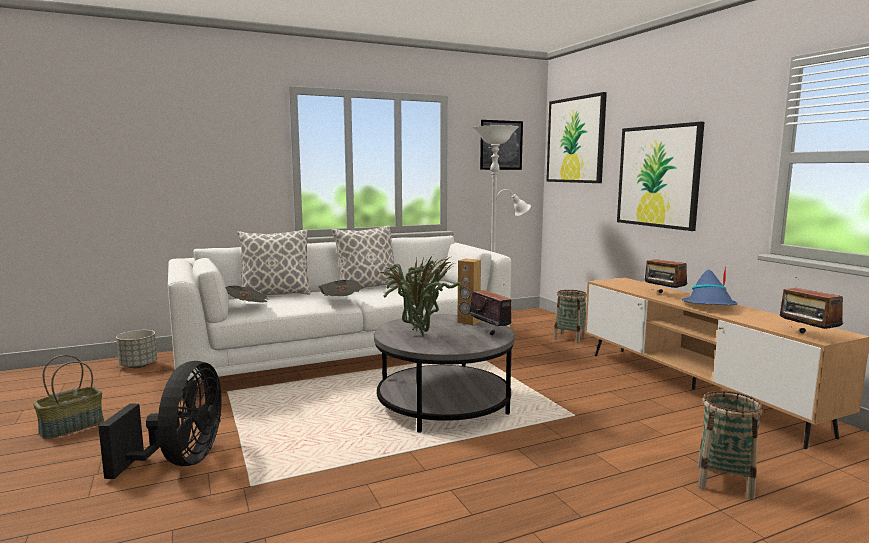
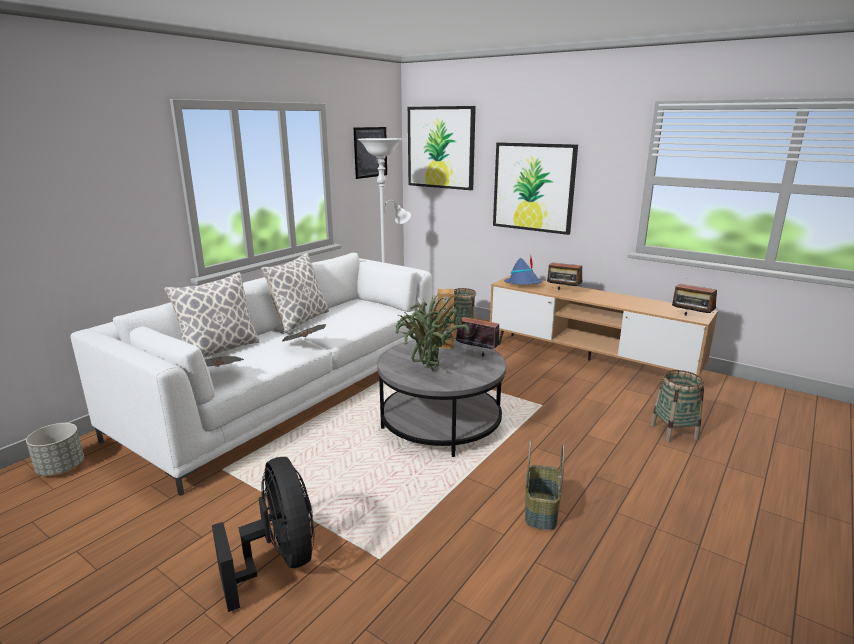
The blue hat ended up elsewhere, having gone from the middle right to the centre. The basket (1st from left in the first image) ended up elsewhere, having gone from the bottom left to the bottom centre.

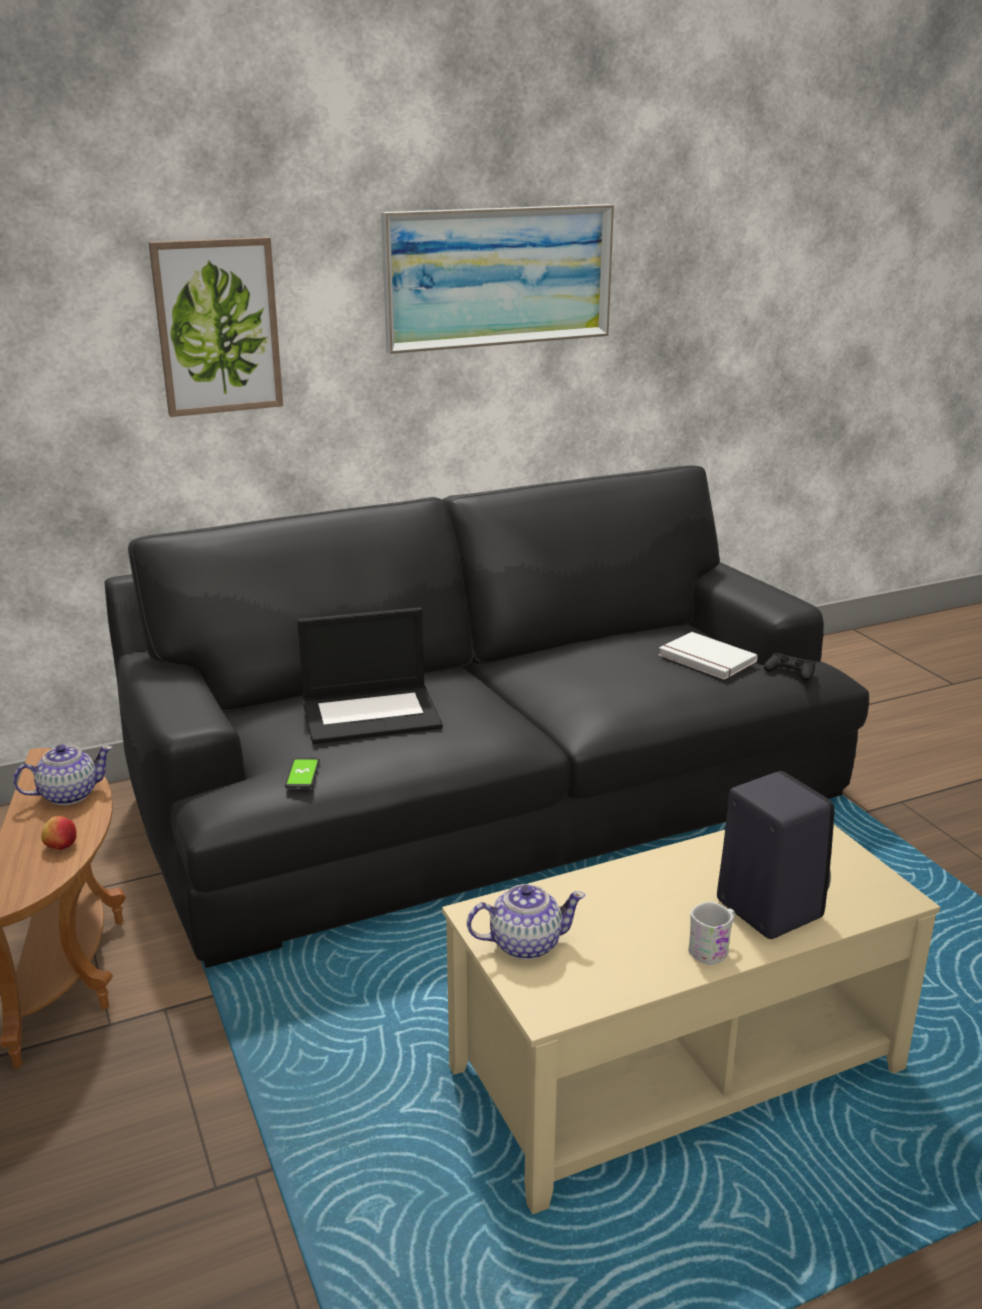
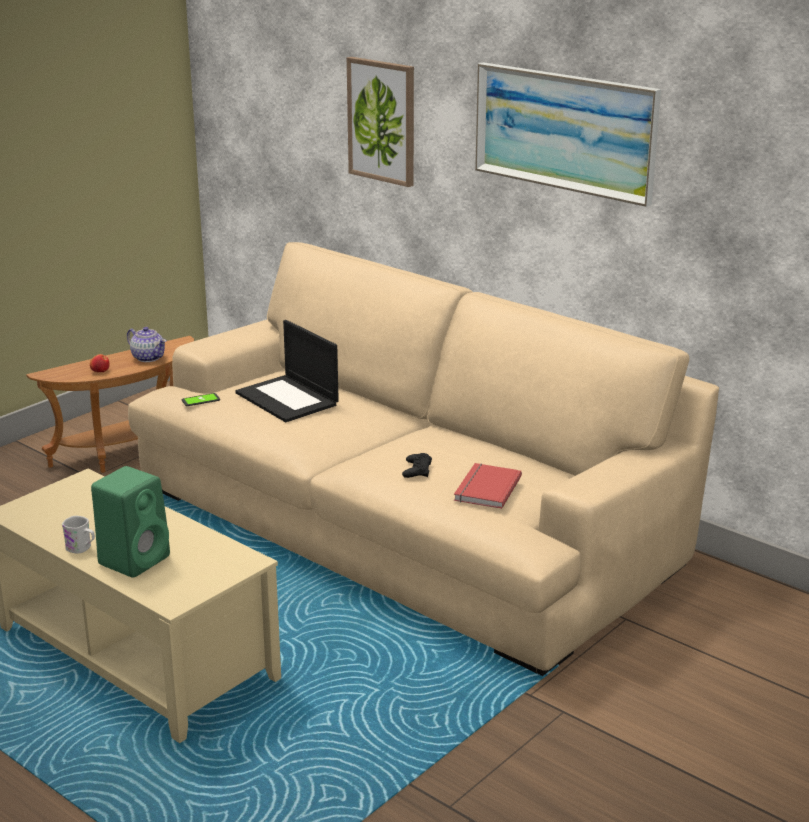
What was the black speaker at the middle right turned into the green speaker at the middle left. What was the black sofa at the centre turned into the beige sofa at the centre. The black game controller ended up elsewhere, having gone from the middle right to the centre. What was the white book at the middle right turned into the red book at the centre. The second view lost the teapot (2nd from left) at the bottom centre.

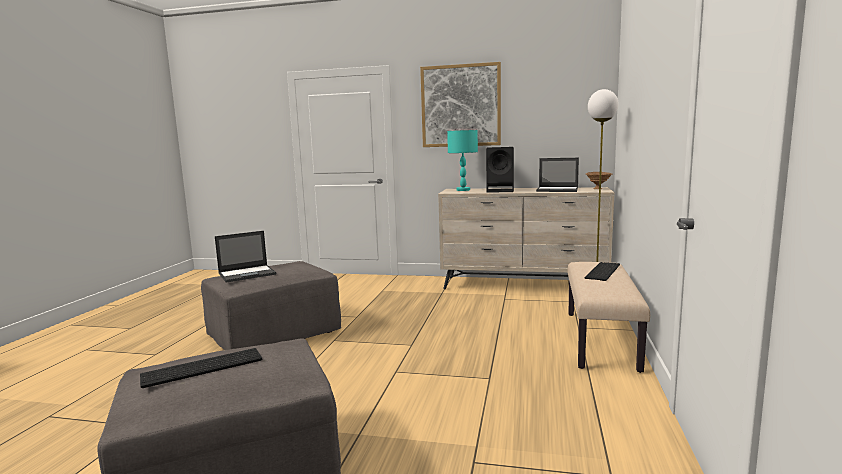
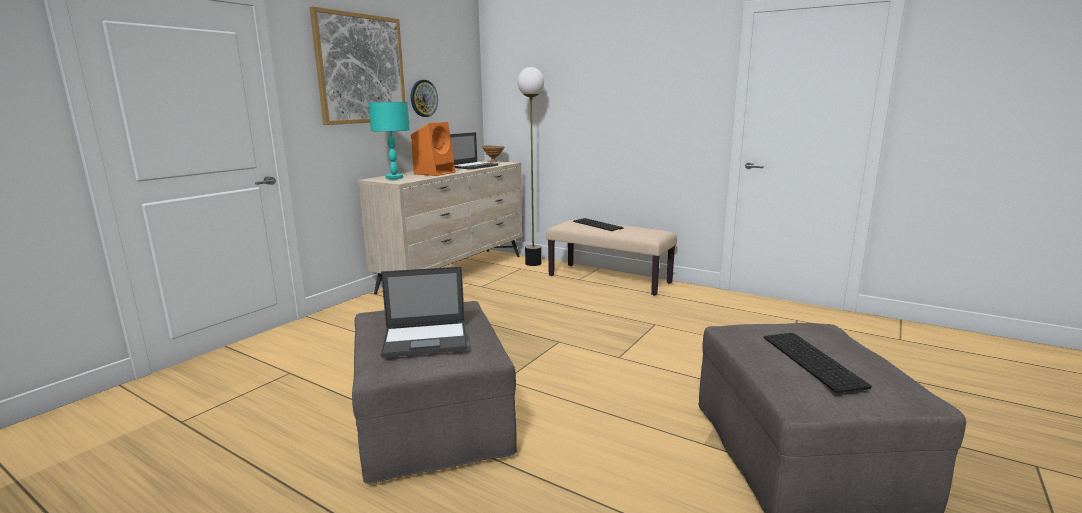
The laptop (1st from left) at the middle left ended up facing another way, 90 degrees clockwise from before. The second view gained the wall clock at the top centre. What was the black speaker at the centre turned into the orange speaker at the top centre.

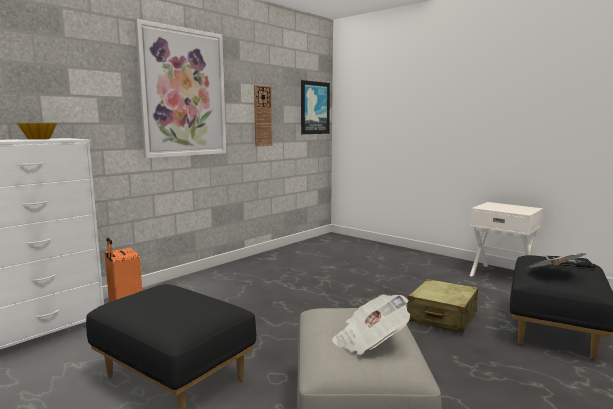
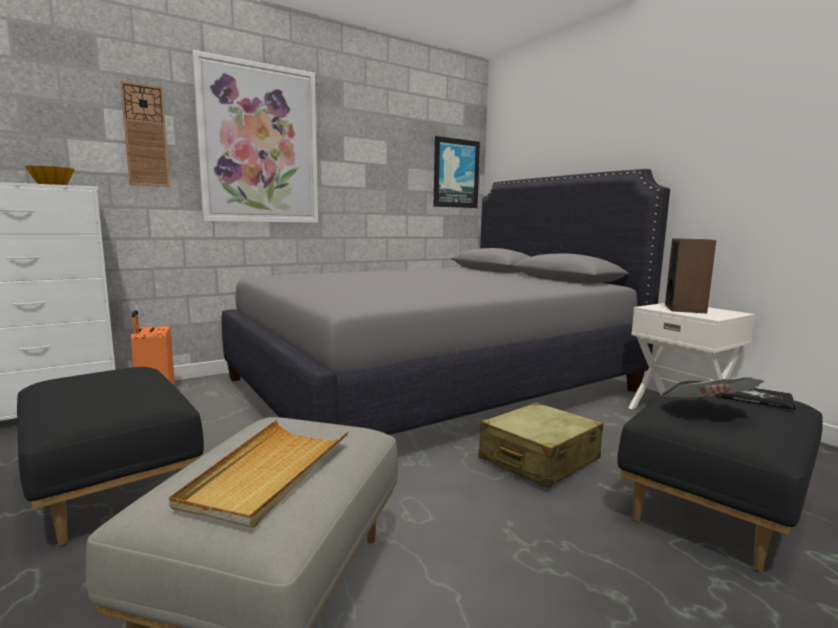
The wall clock ended up elsewhere, having gone from the top centre to the top left. Where the newspaper (1st from left) stood at the bottom centre, the beige tray came to stand at the bottom left. The second view gained the grey bed at the centre. The second view gained the speaker at the middle right.

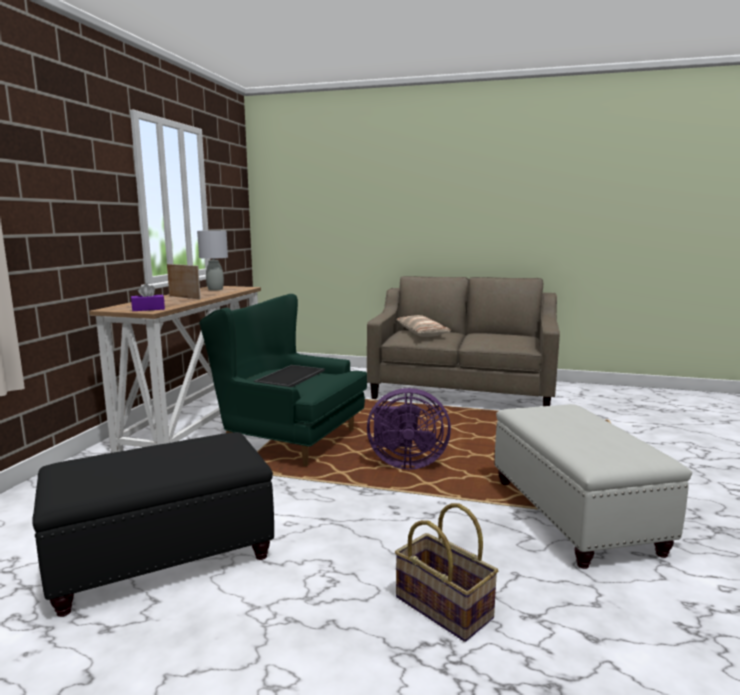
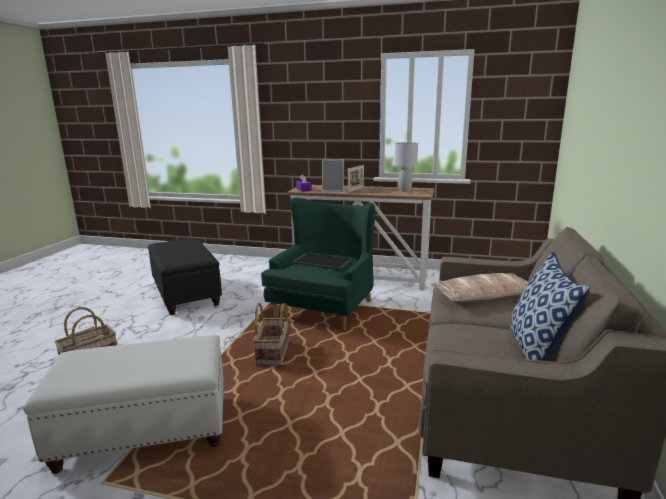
Where the purple fan stood at the centre, the basket (2nd from left) came to stand at the bottom centre. The second view gained the picture frame (1st from left) at the centre. The second view gained the pillow (2nd from left) at the middle right.

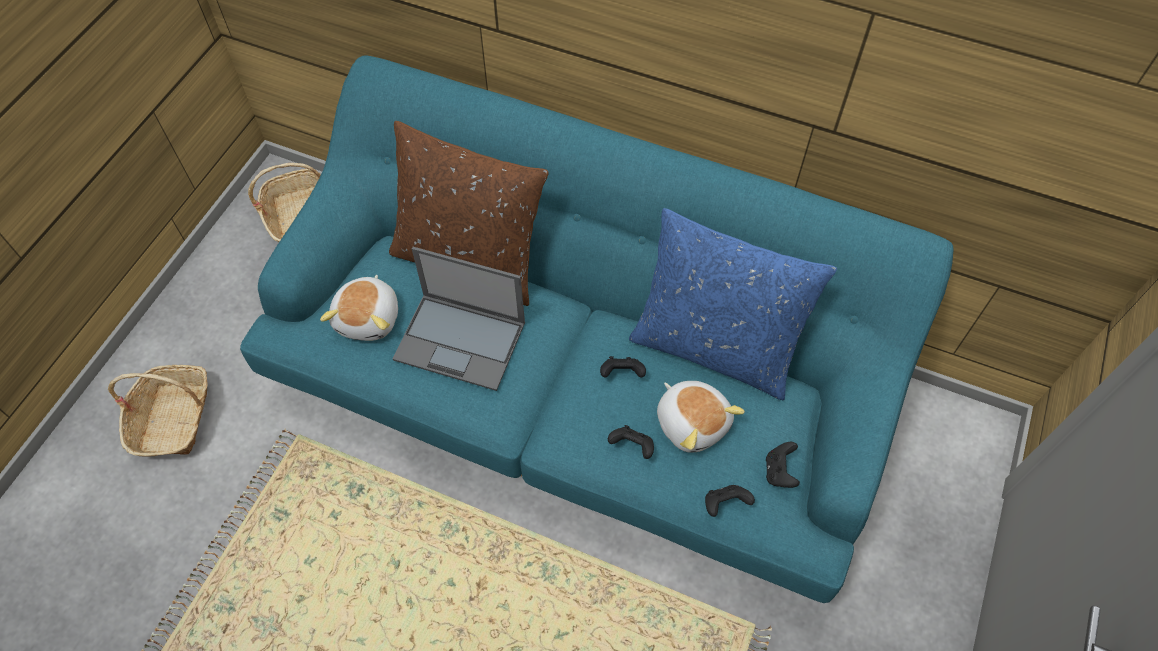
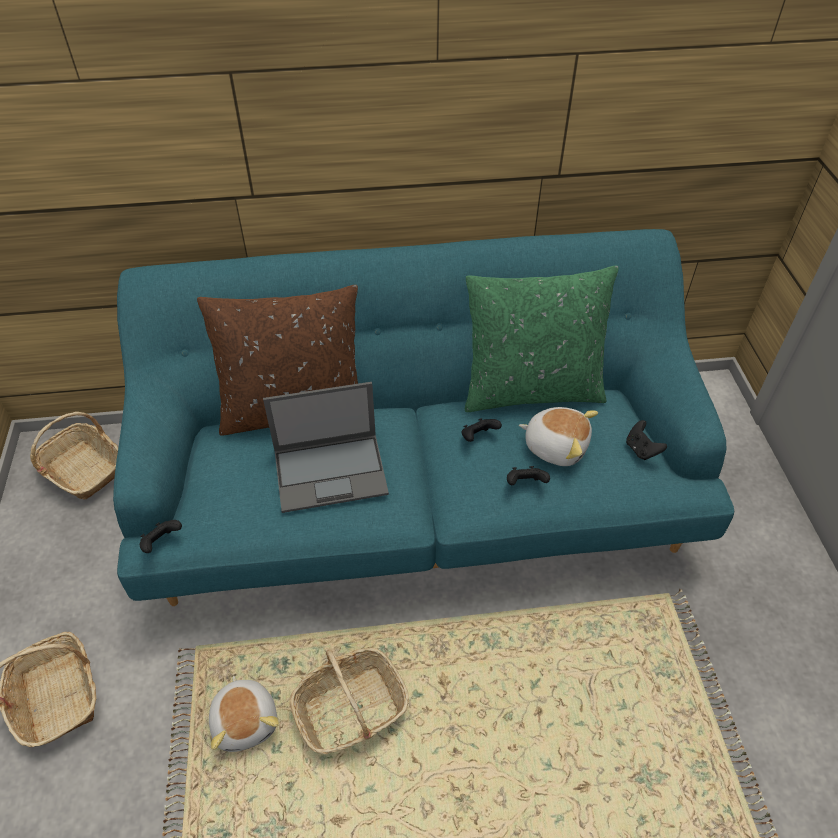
The black game controller (3rd from left in the first image) ended up elsewhere, having gone from the bottom centre to the middle left. The plush toy (1st from left) ended up elsewhere, having gone from the middle left to the bottom left. The second view gained the basket (3rd from left) at the bottom centre. What was the blue pillow at the centre turned into the green pillow at the centre.

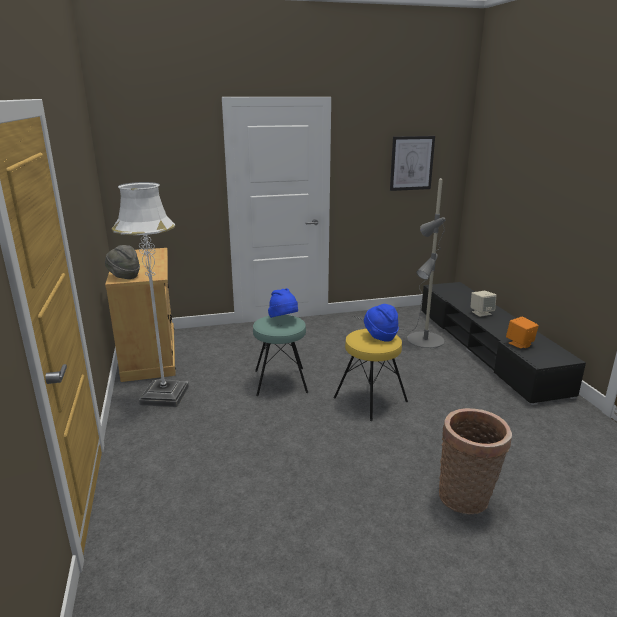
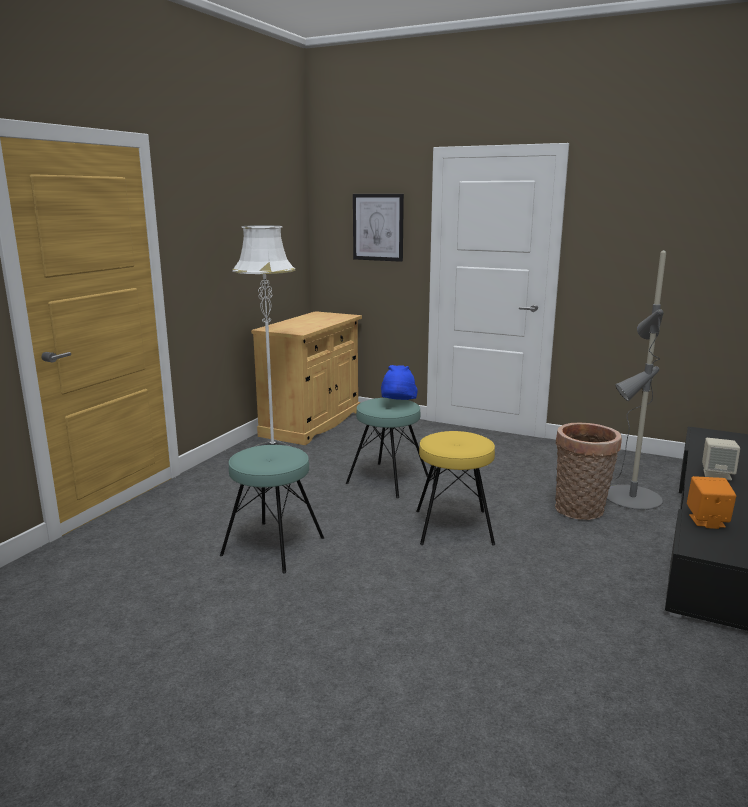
The second view gained the turquoise stool (1st from left) at the centre. The picture ended up elsewhere, having gone from the top right to the top centre. The basket ended up elsewhere, having gone from the bottom right to the middle right. The second view lost the grey hat at the middle left. The second view lost the blue hat (2nd from left) at the centre.

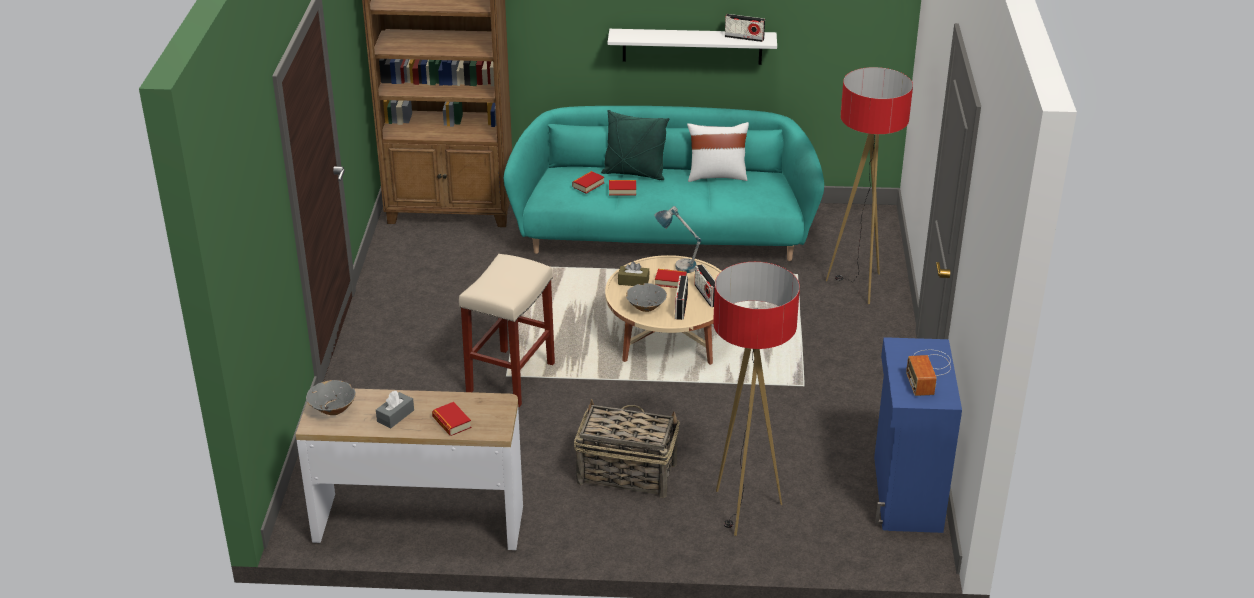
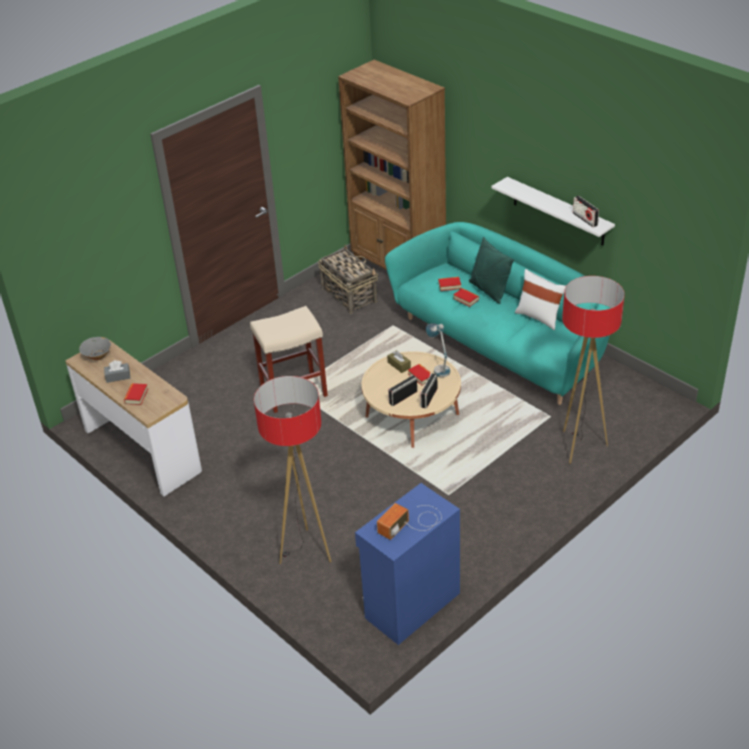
The basket ended up elsewhere, having gone from the bottom centre to the centre. The second view lost the grey bowl (2nd from left) at the centre.

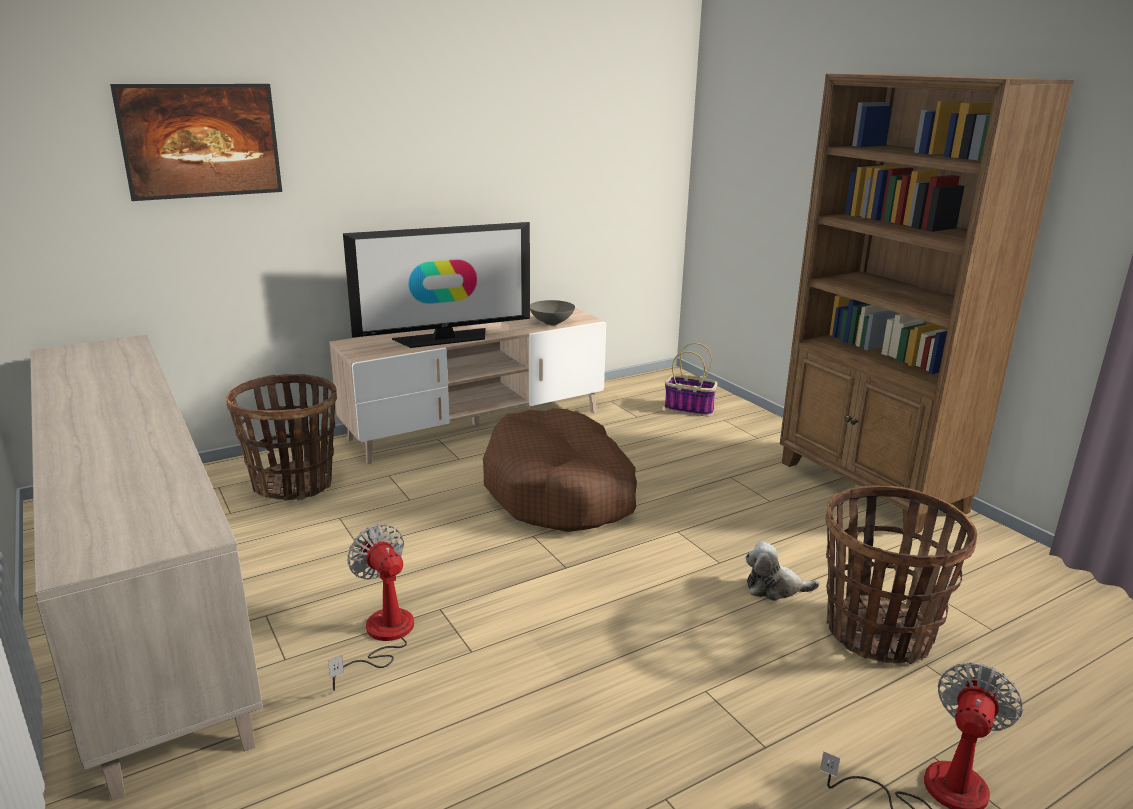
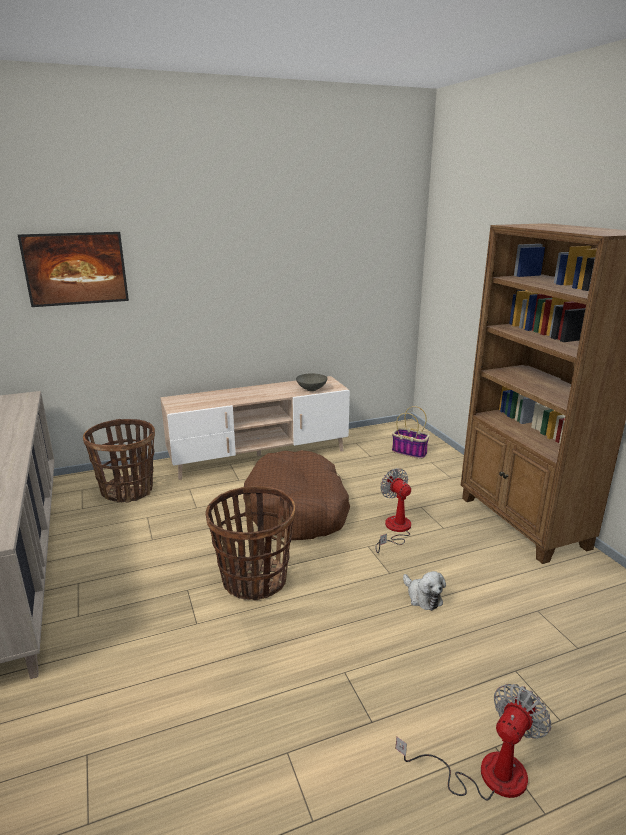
The basket (3rd from left in the first image) ended up elsewhere, having gone from the bottom right to the centre. The fan (1st from left) ended up elsewhere, having gone from the bottom left to the centre. The plush toy at the bottom right ended up facing another way, 135 degrees counterclockwise from before. The second view lost the television at the centre.

